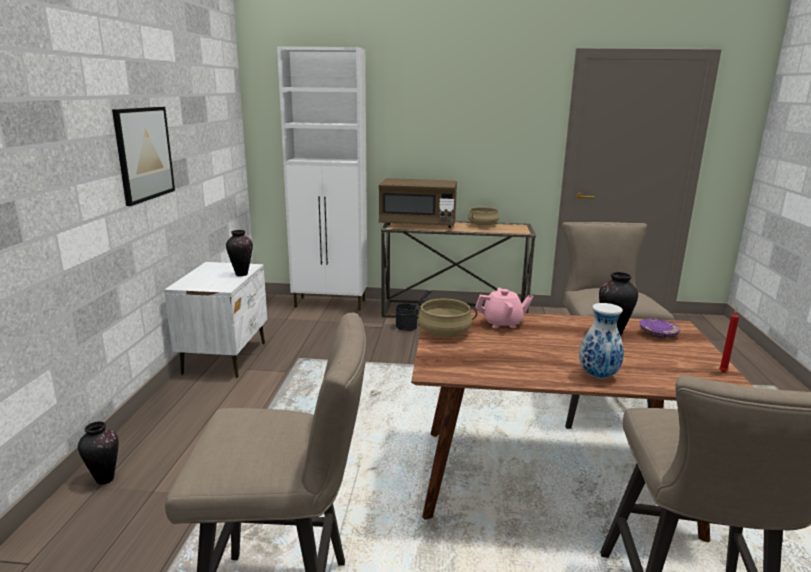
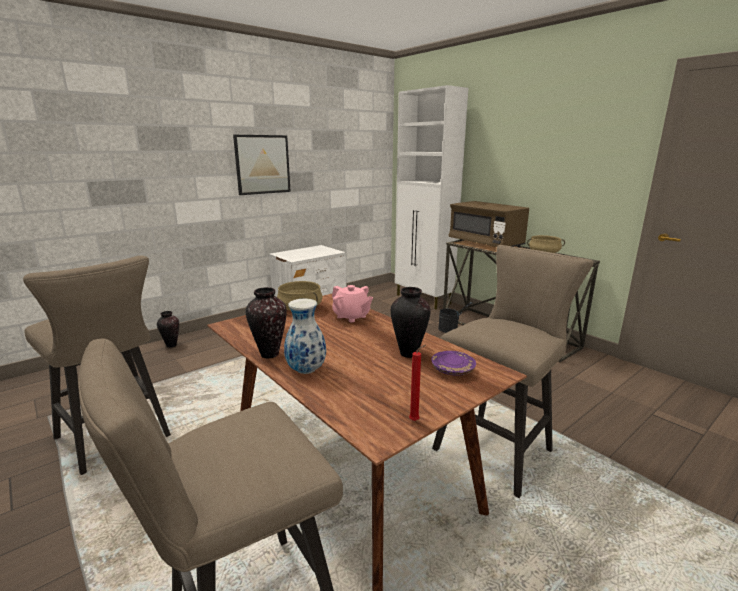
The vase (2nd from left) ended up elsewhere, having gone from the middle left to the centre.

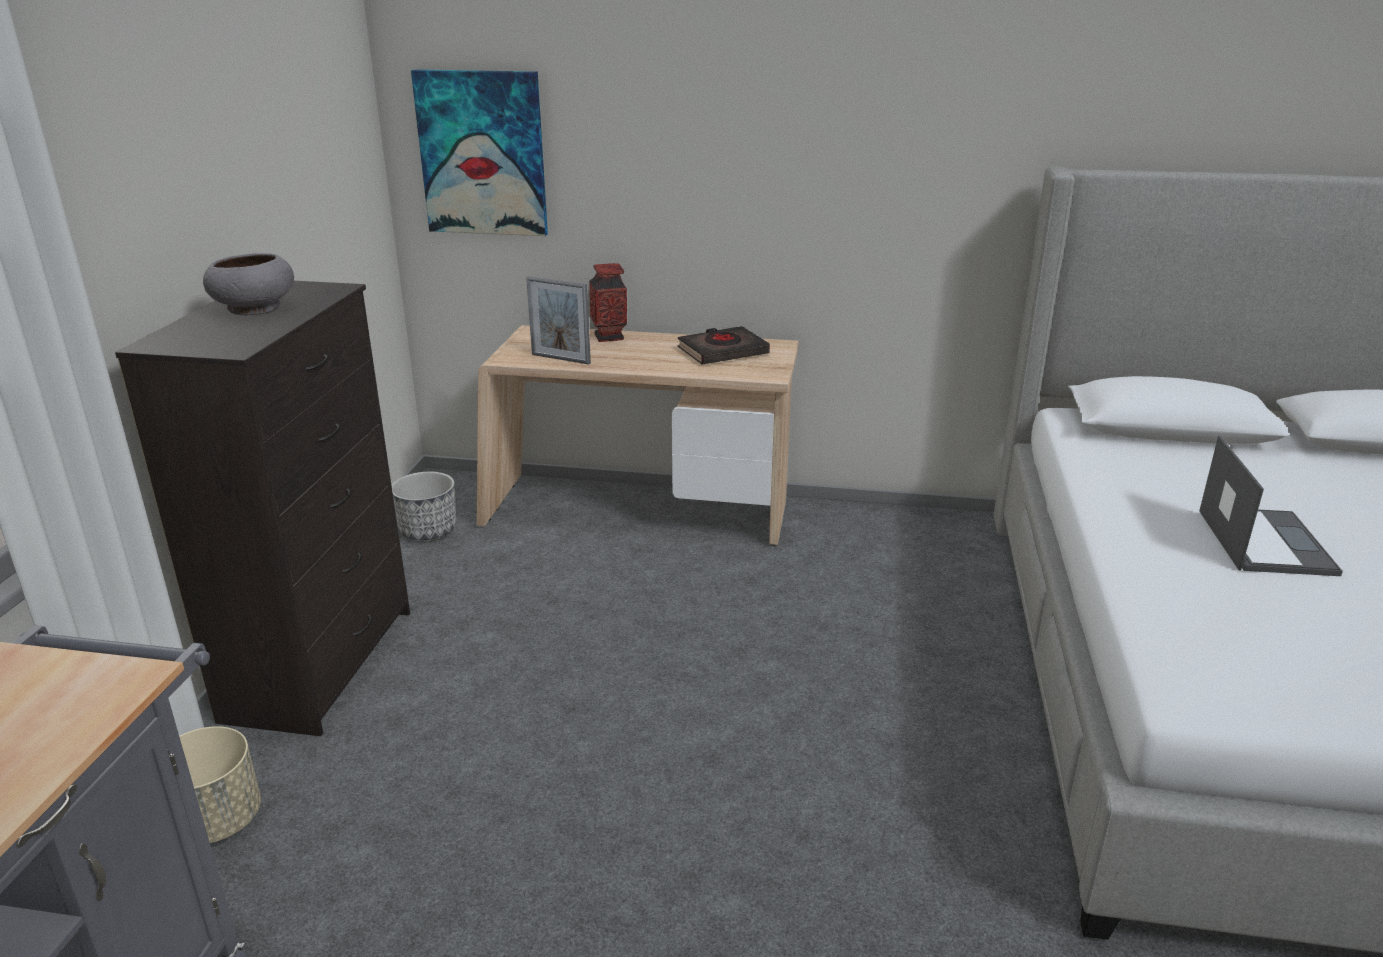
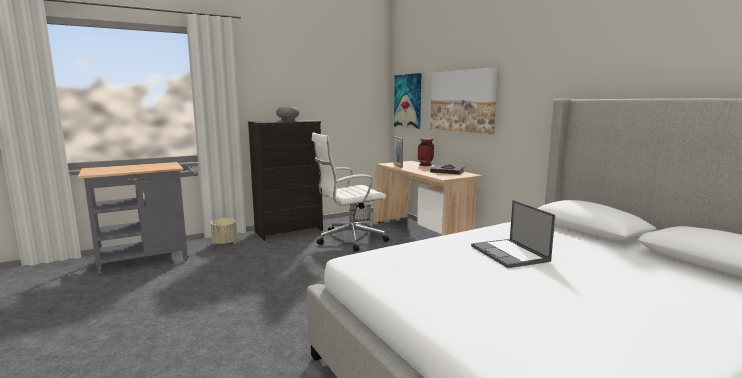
The second view gained the white office chair at the centre. The second view gained the picture (2nd from left) at the top centre. The laptop at the middle right ended up facing another way, 105 degrees clockwise from before.

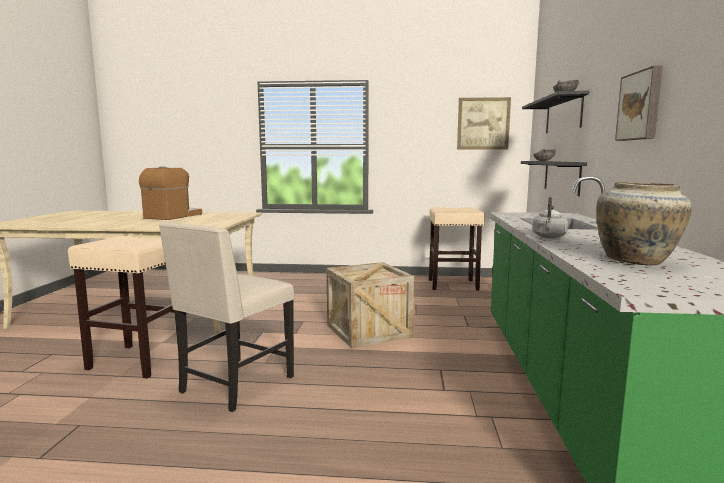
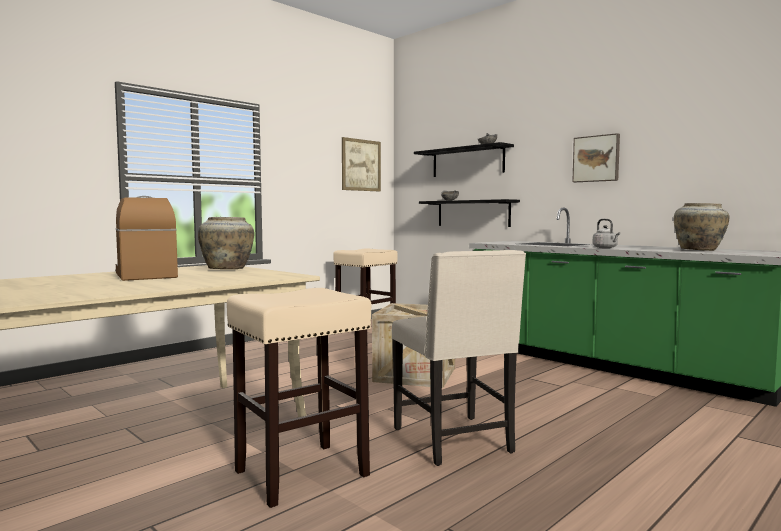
The second view gained the beige vase (1st from left) at the middle left.

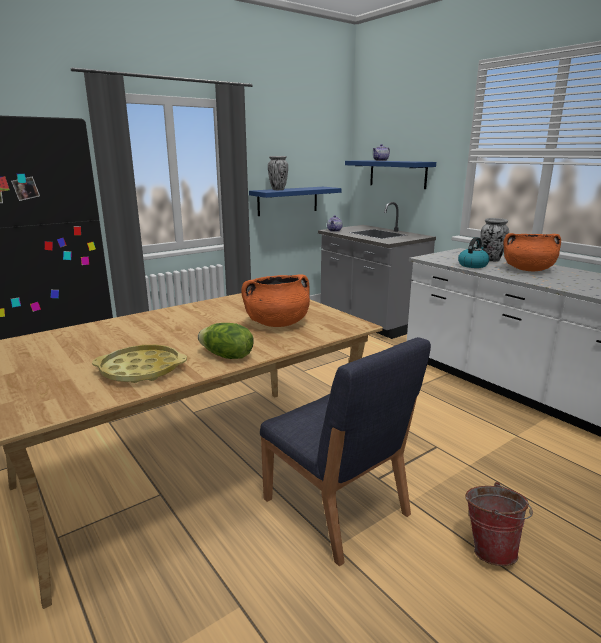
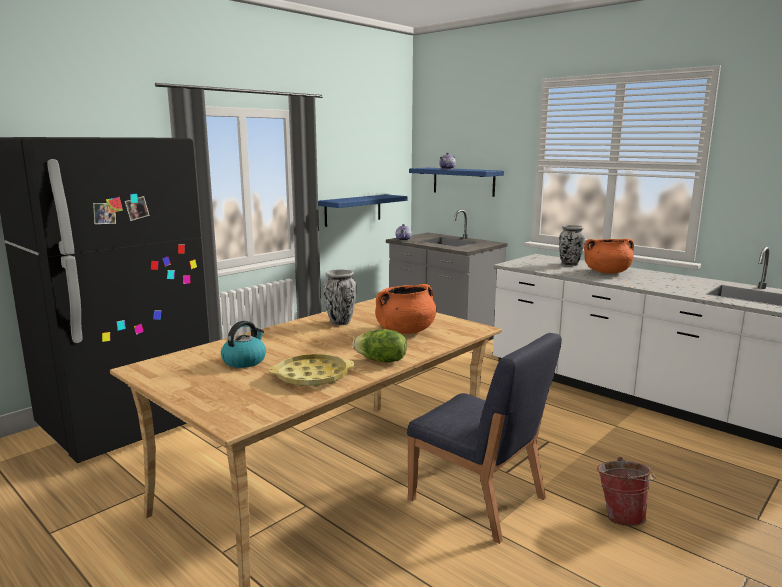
The kettle ended up elsewhere, having gone from the middle right to the middle left. The vase (1st from left) ended up elsewhere, having gone from the top centre to the centre.

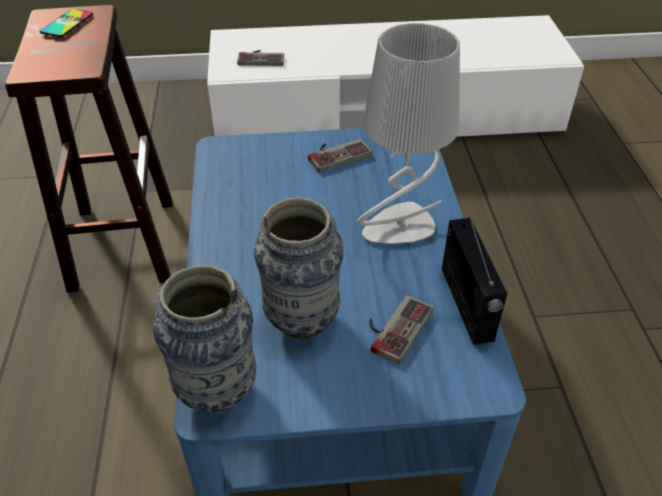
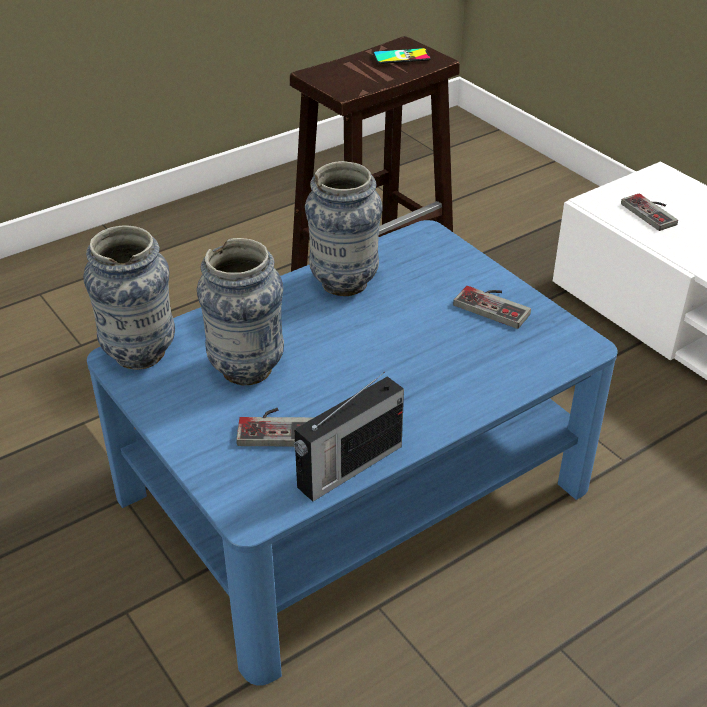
The second view gained the vase (3rd from left) at the top centre. The second view lost the grey table lamp at the top centre.

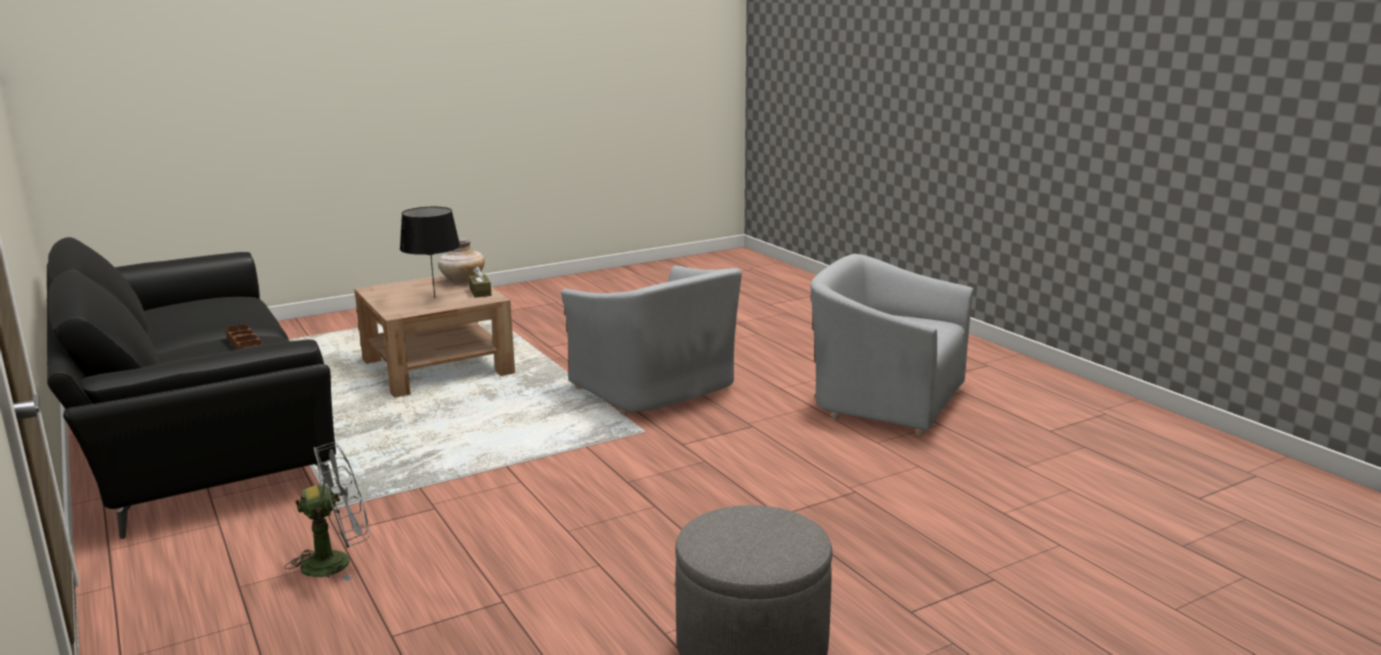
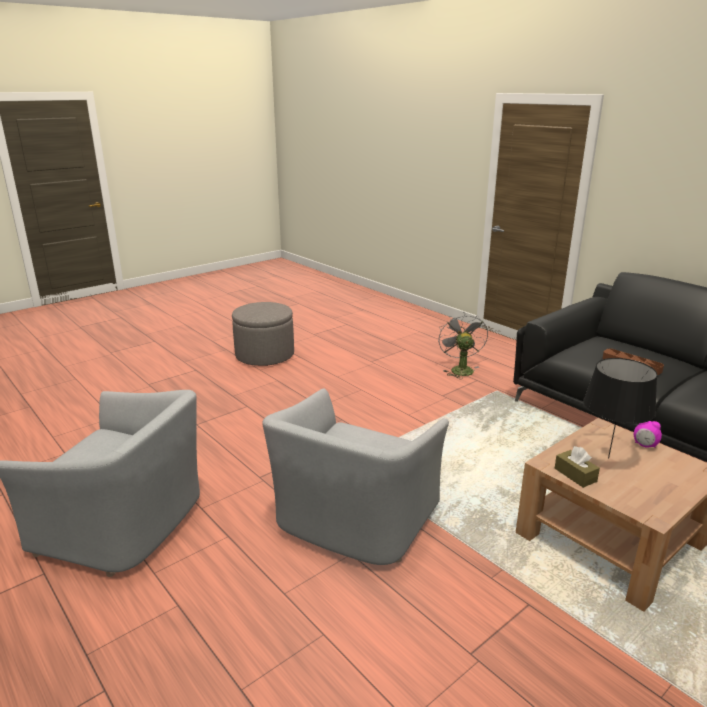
The grey armchair (1st from left in the first image) at the centre ended up facing another way, 105 degrees counterclockwise from before. The grey fan at the bottom left ended up facing another way, 120 degrees clockwise from before. The second view gained the alarm clock at the middle right. The second view lost the beige vase at the centre.

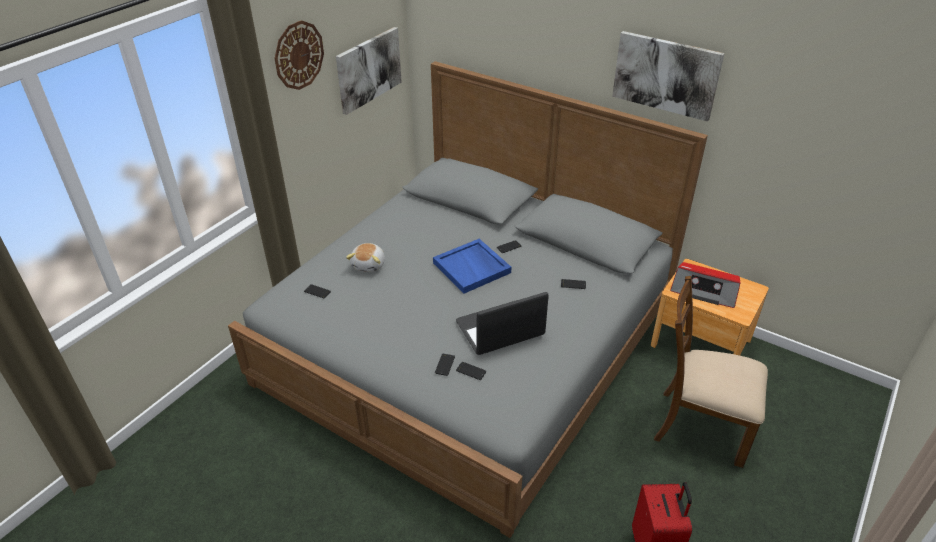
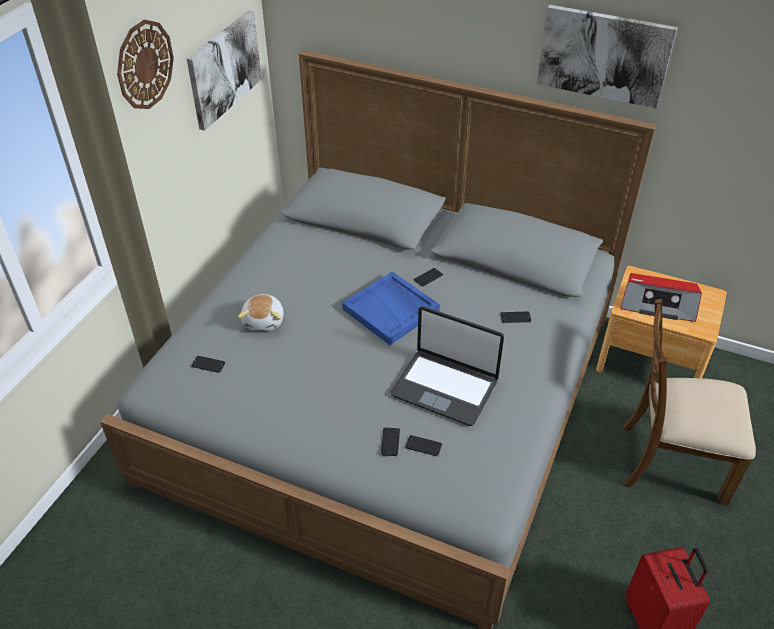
The laptop at the centre ended up facing another way, 120 degrees counterclockwise from before.

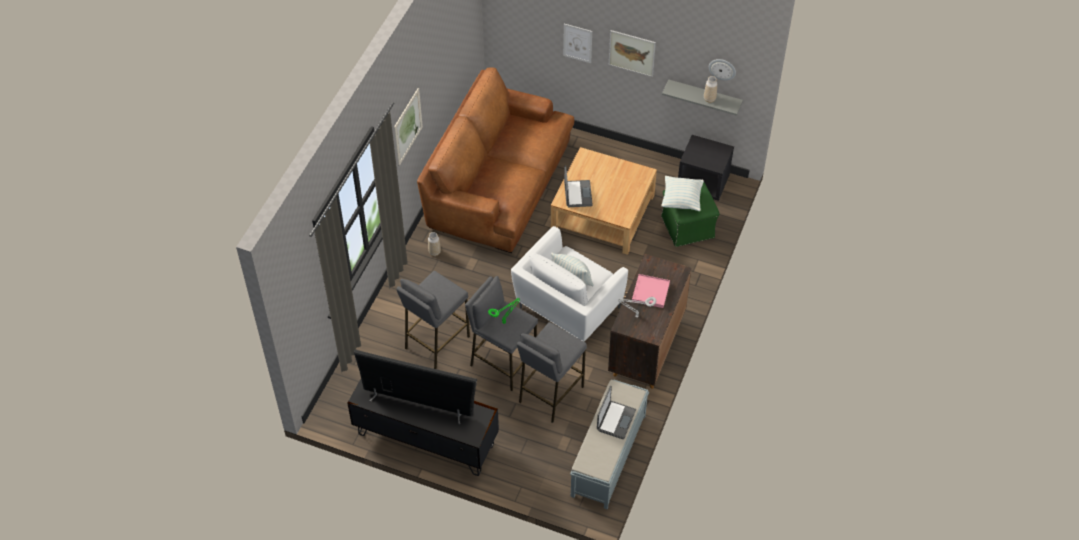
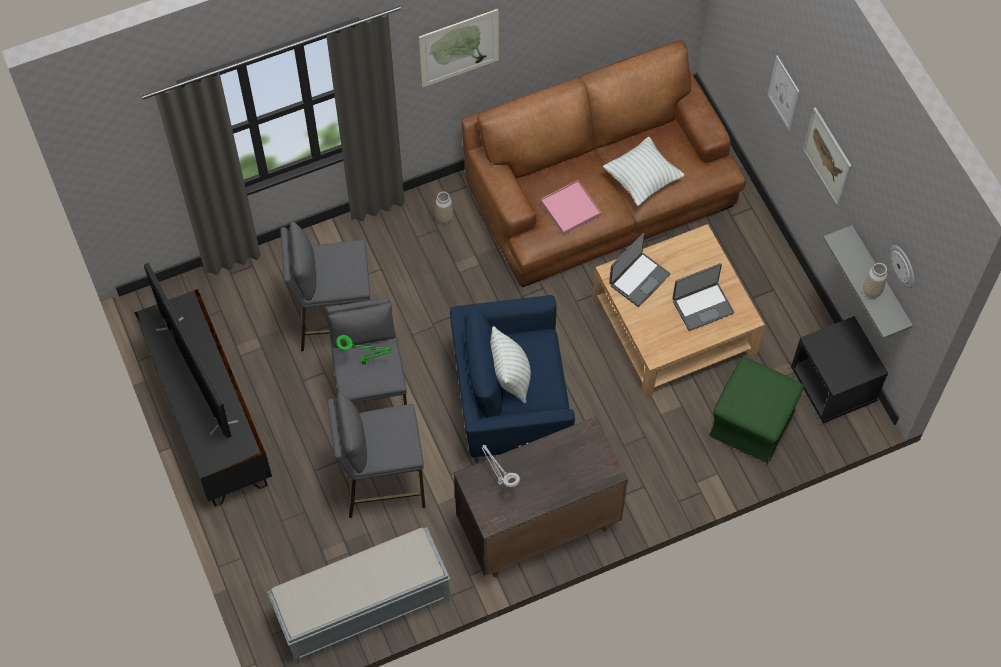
What was the white armchair at the centre turned into the blue armchair at the centre. The pink tray ended up elsewhere, having gone from the centre to the top centre. The pillow (2nd from left) ended up elsewhere, having gone from the centre to the top centre. The laptop (2nd from left) ended up elsewhere, having gone from the bottom centre to the middle right.

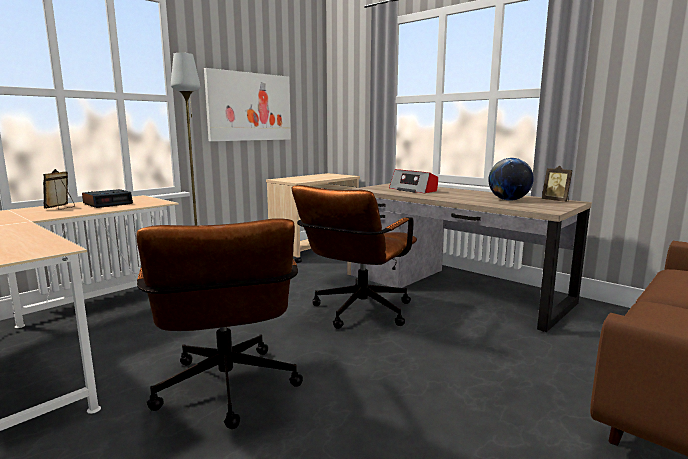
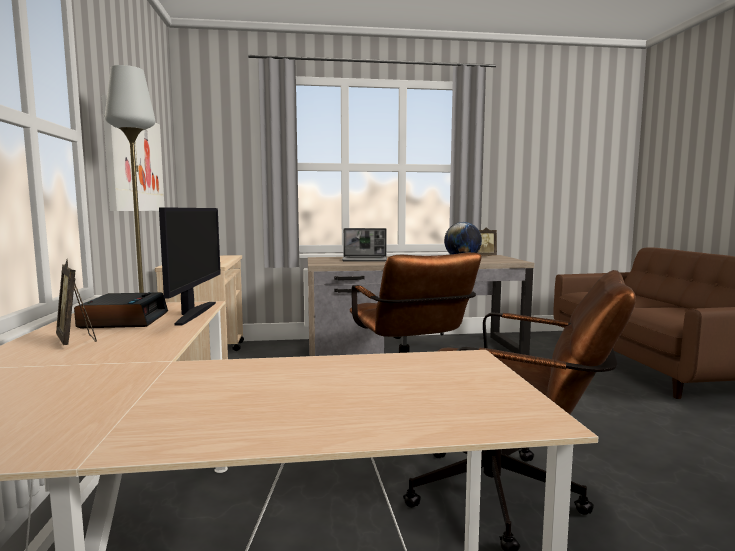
The second view gained the monitor at the middle left. Where the radio stood at the centre, the laptop came to stand at the centre.

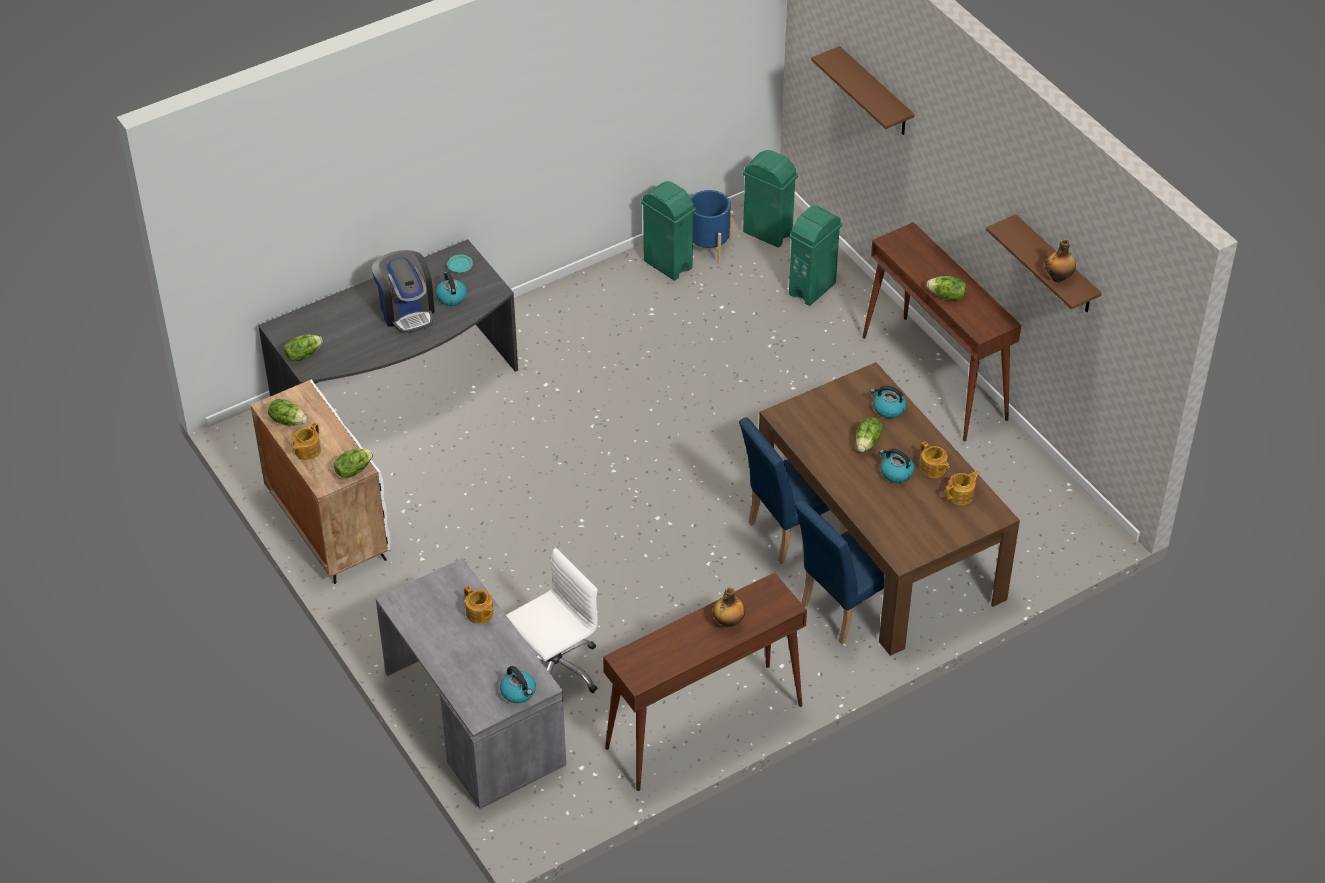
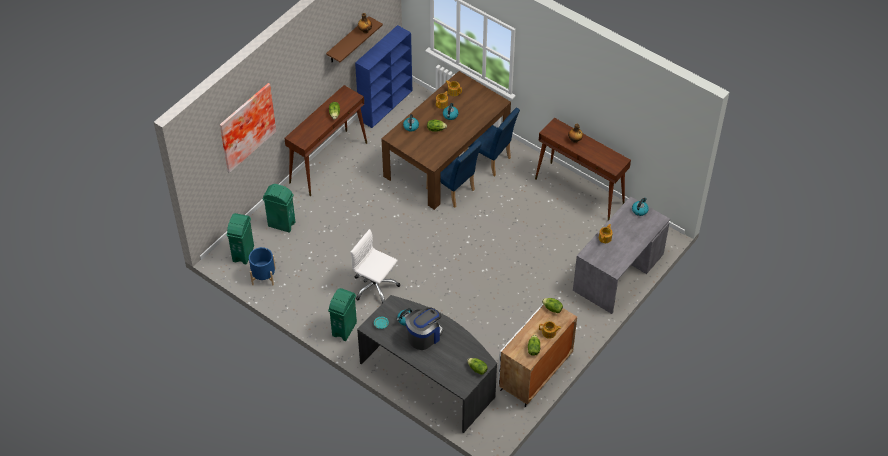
Where the brown shelf (1st from left) hung at the top centre, the picture came to hang at the top left. The green trash can (1st from left in the first image) ended up elsewhere, having gone from the top centre to the bottom centre. The white office chair ended up elsewhere, having gone from the bottom centre to the centre. The second view gained the blue bookcase at the top centre.

